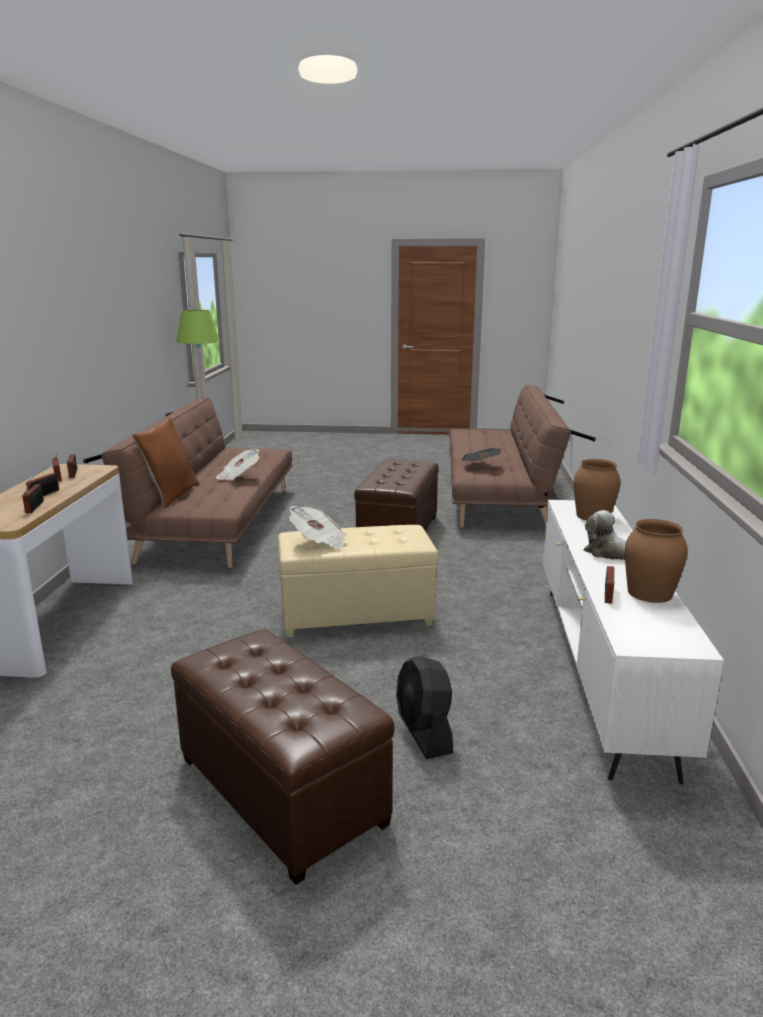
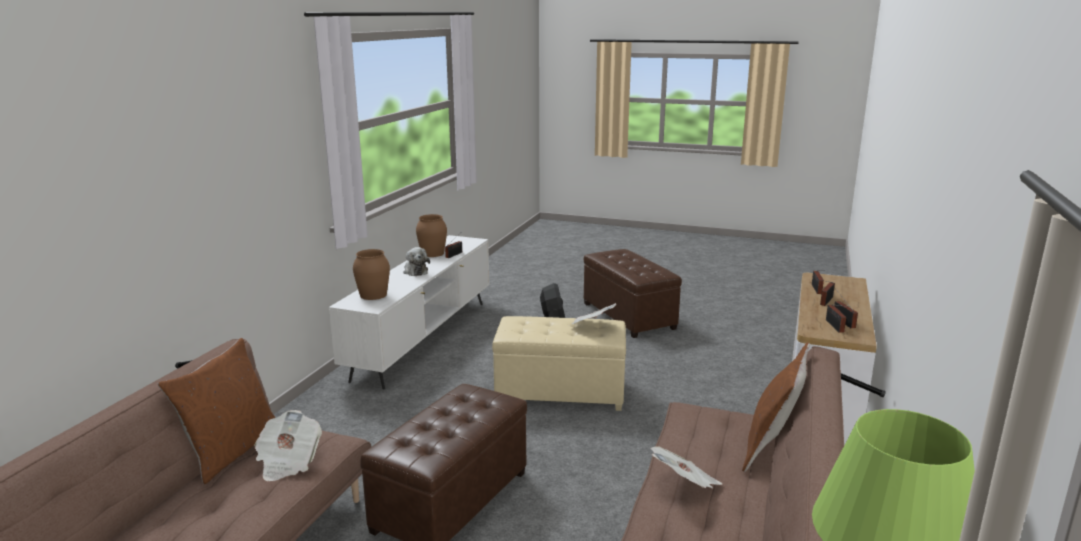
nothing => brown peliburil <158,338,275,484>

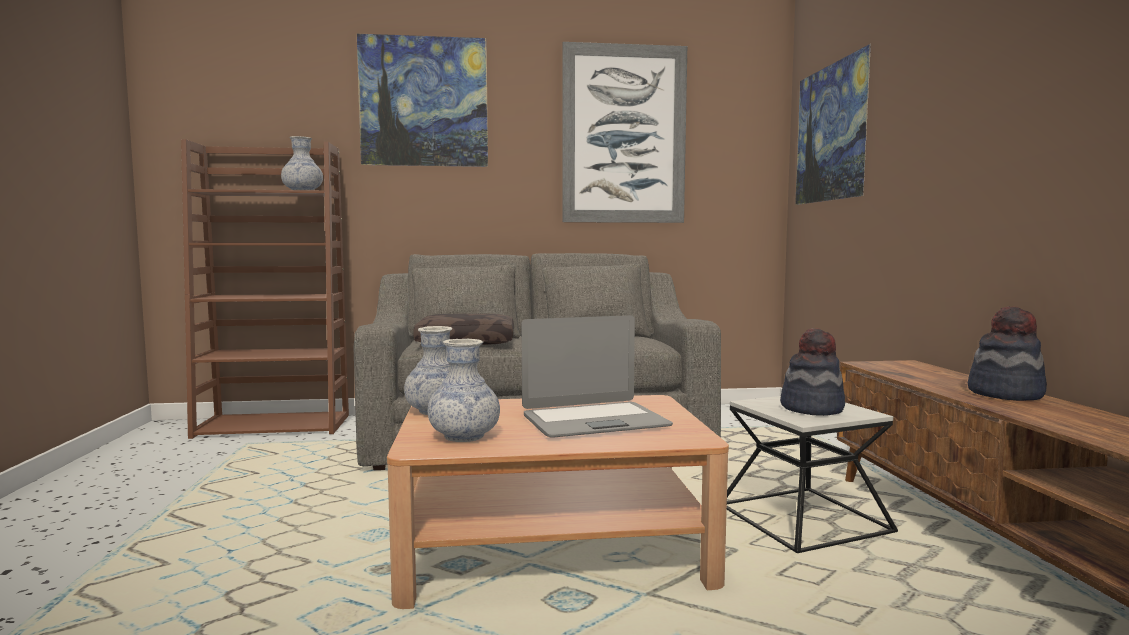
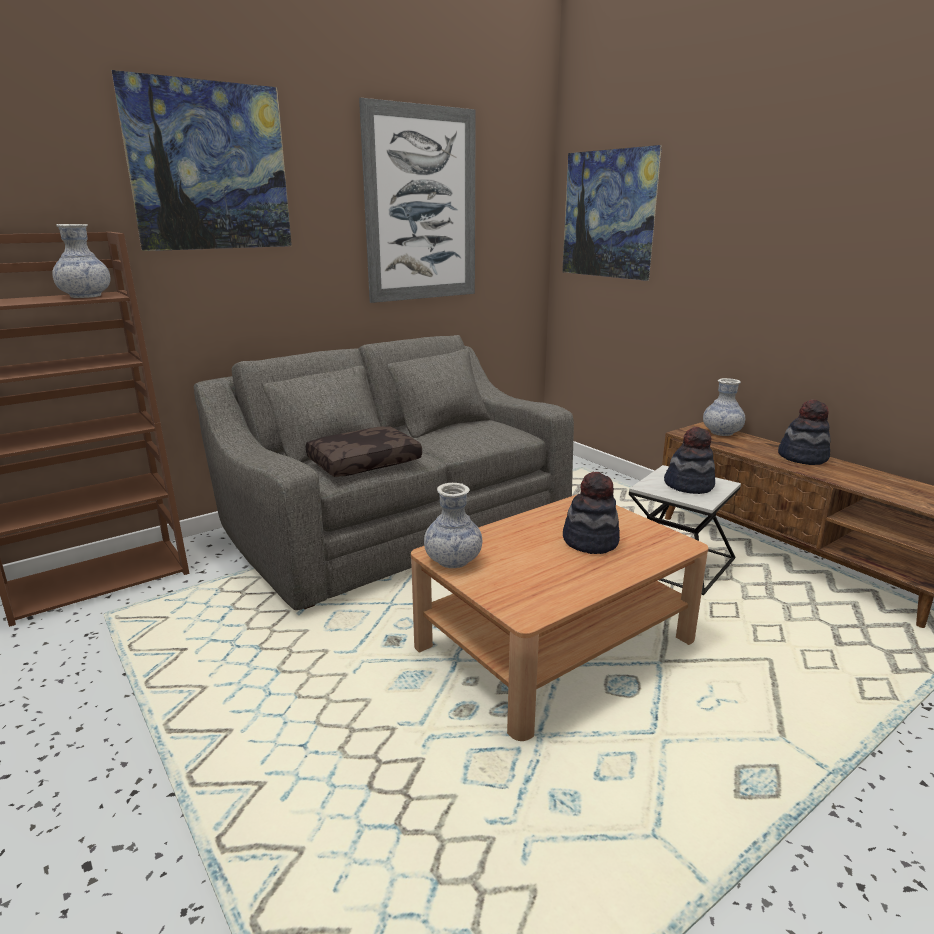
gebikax <428,339,500,442> => gebikax <703,378,745,436>, shifted
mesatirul <522,315,673,438> => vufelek <563,472,620,554>

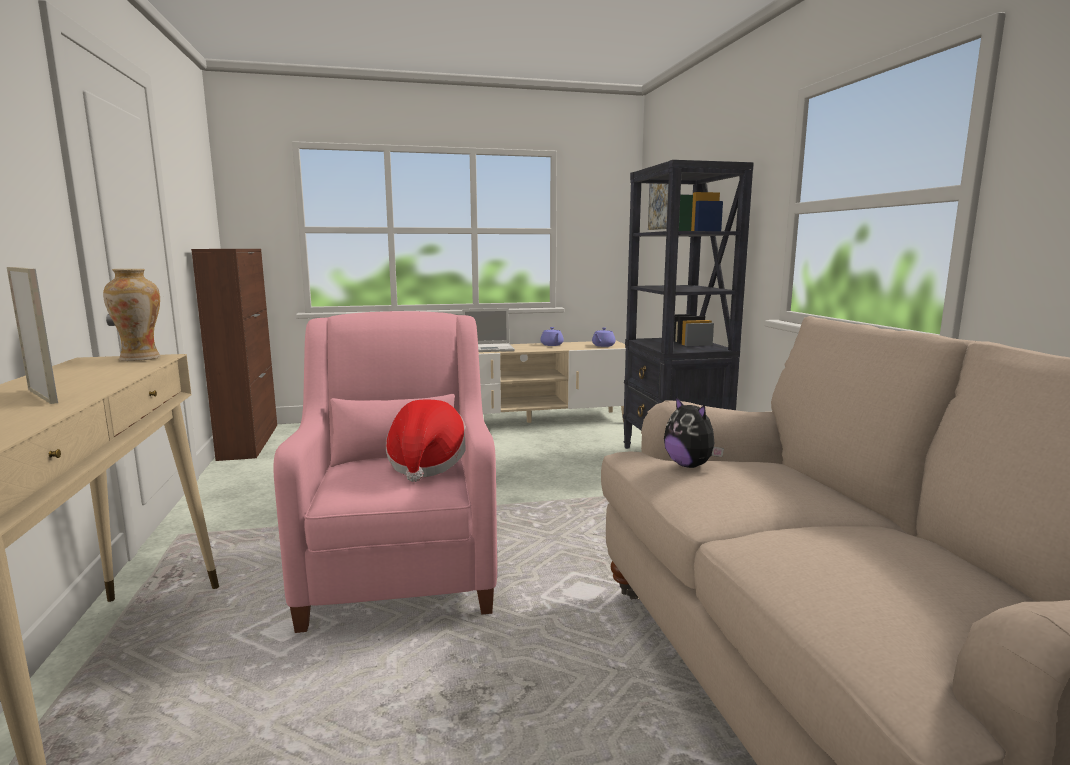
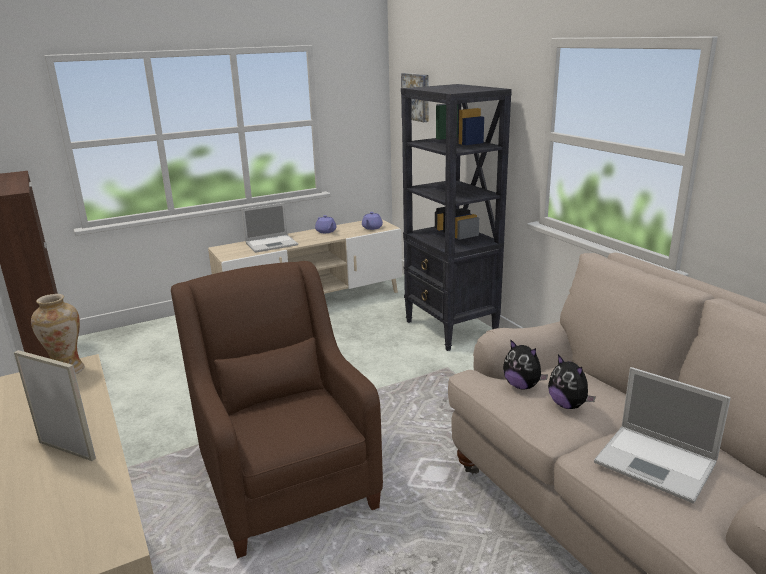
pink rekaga <274,311,497,633> => brown rekaga <171,261,383,558>
vufelek <386,400,466,482> => nothing
nothing => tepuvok <548,354,596,409>
nothing => mesatirul <594,367,731,504>

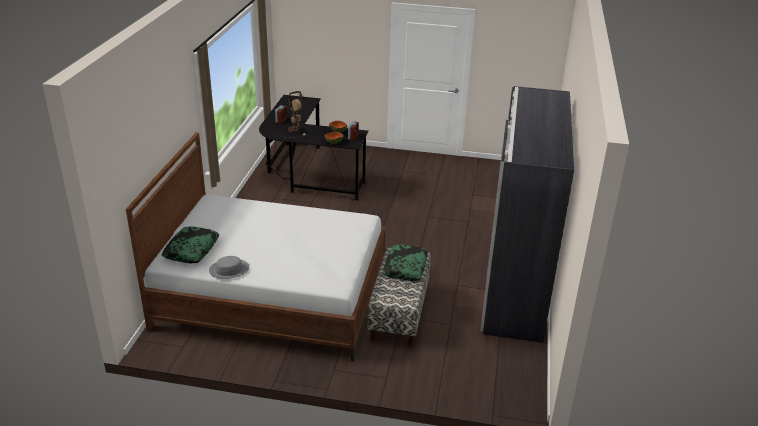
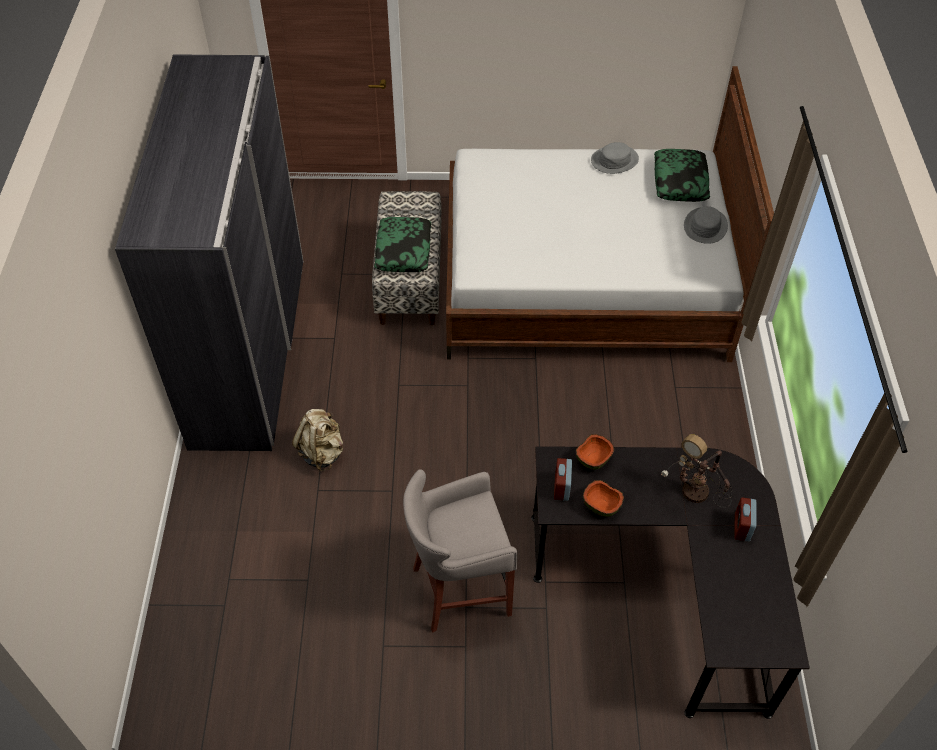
nothing => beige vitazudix <292,409,343,471>
nothing => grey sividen <403,469,517,633>
nothing => grey vufelek <684,206,728,244>

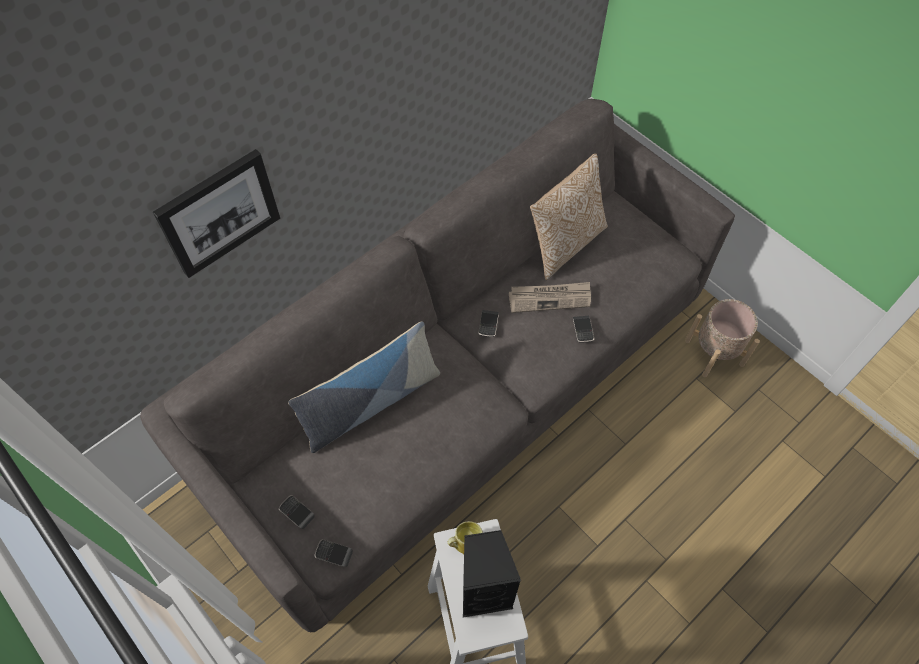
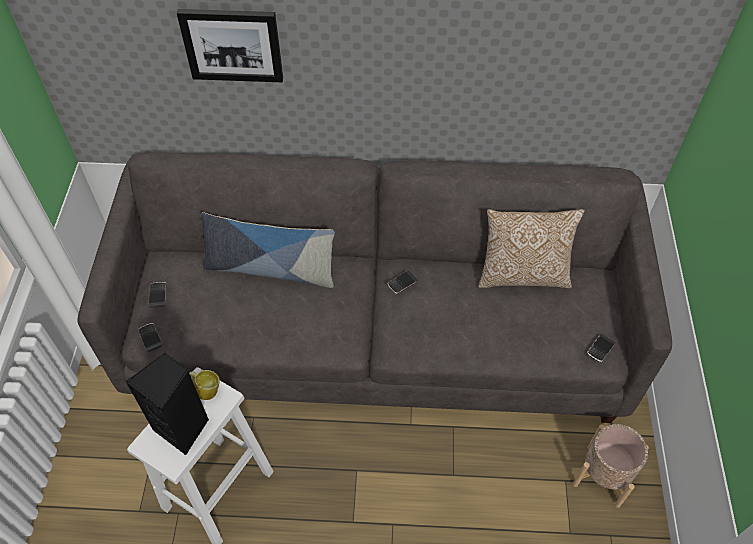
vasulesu <509,282,591,313> => nothing
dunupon <573,316,594,343> => dunupon <587,334,615,362>, shifted

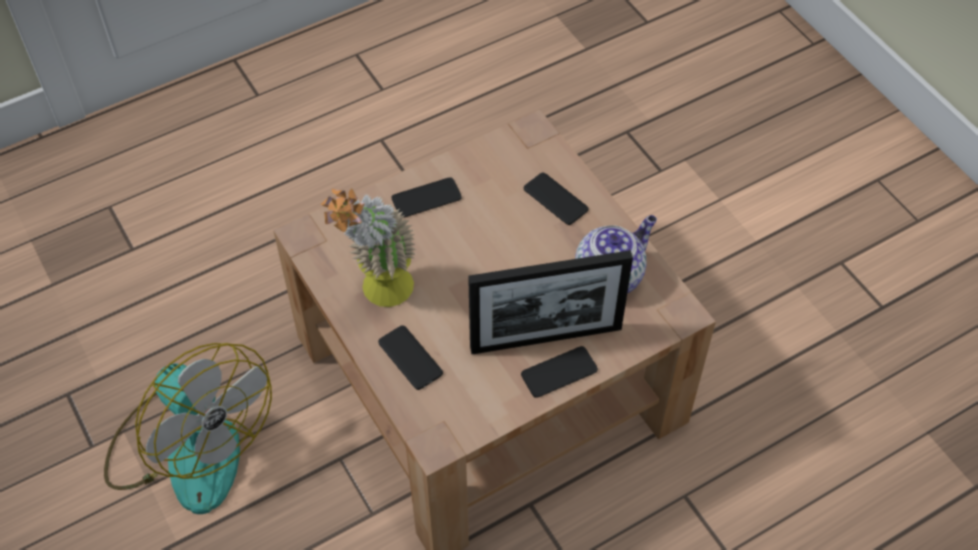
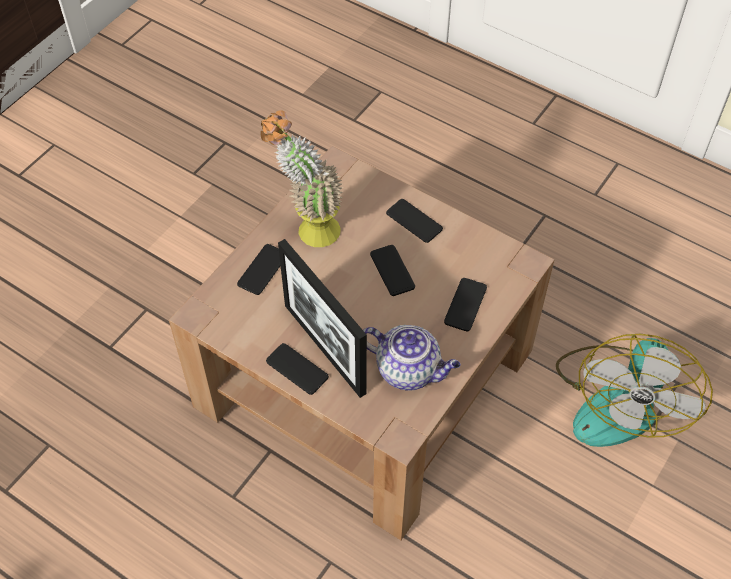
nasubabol <104,343,272,514> => nasubabol <556,334,713,447>, shifted
nothing => dunupon <370,245,415,296>

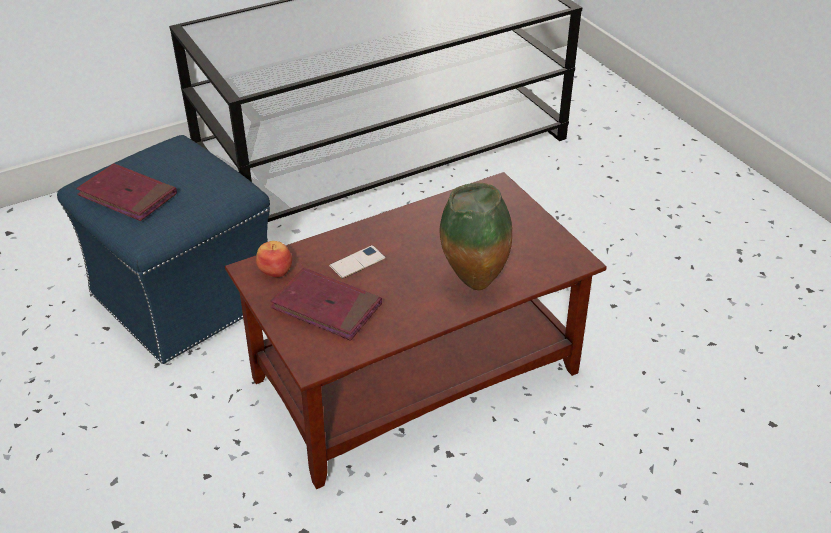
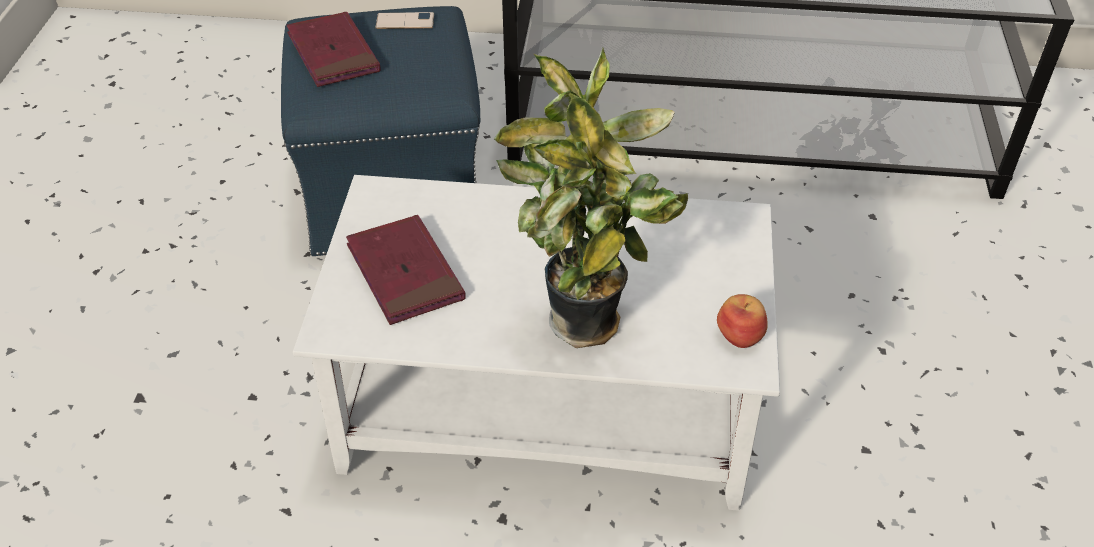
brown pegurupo <225,172,607,489> => white pegurupo <293,175,780,511>
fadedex <256,241,292,277> => fadedex <717,294,768,348>, shifted
dunupon <329,245,386,279> => dunupon <376,12,434,29>, shifted
gebikax <440,183,512,290> => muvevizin <494,48,688,348>

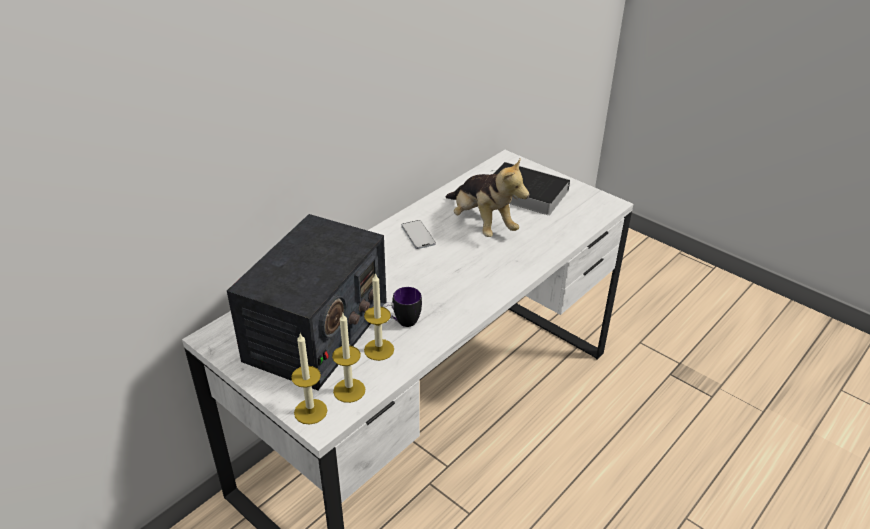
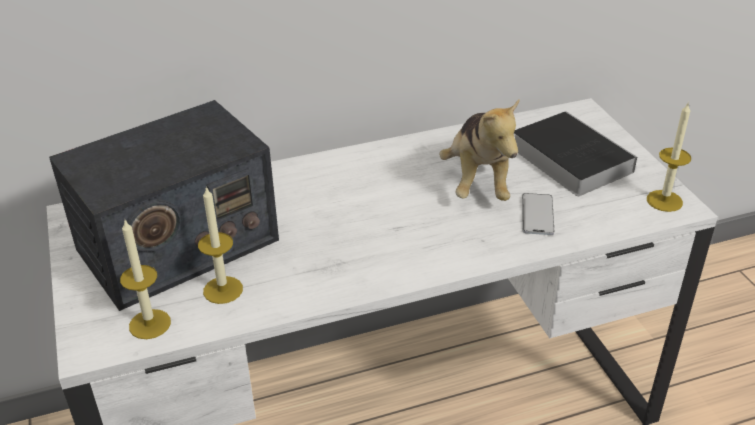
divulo <291,333,327,424> => divulo <647,103,691,212>, shifted
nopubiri <382,287,422,327> => nothing
dunupon <401,220,436,249> => dunupon <522,193,554,235>, shifted

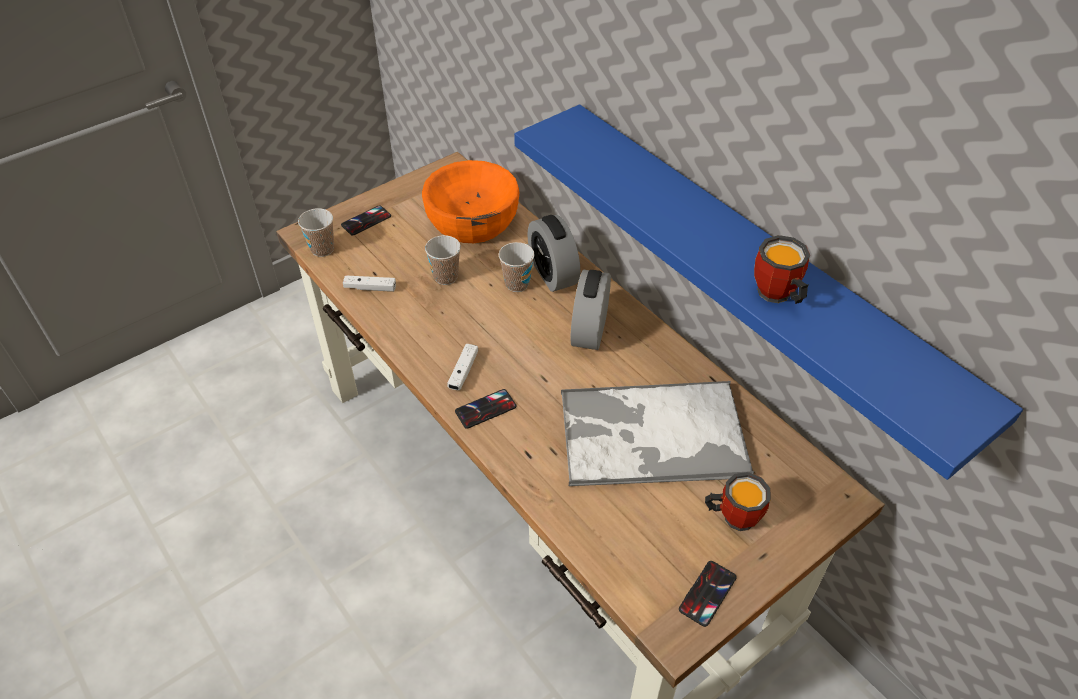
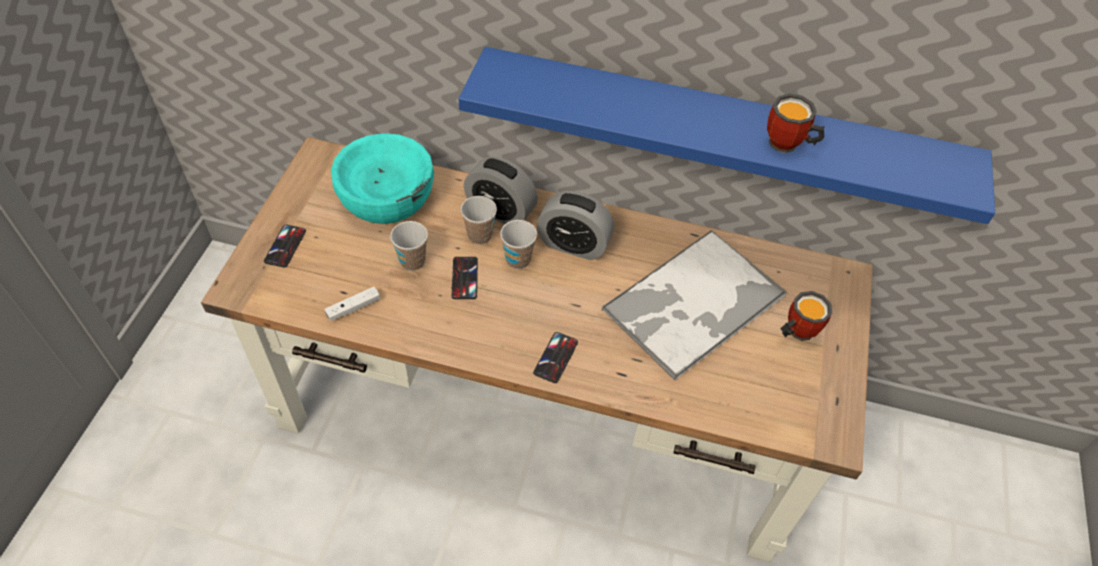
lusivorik <298,208,334,257> => lusivorik <500,220,537,269>, shifted
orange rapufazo <422,160,519,243> => turquoise rapufazo <331,133,434,224>
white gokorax <447,344,478,390> => nothing
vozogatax <571,270,611,350> => vozogatax <537,191,614,260>, 45 degrees counterclockwise
dunupon <679,561,737,627> => dunupon <452,257,478,299>, shifted

